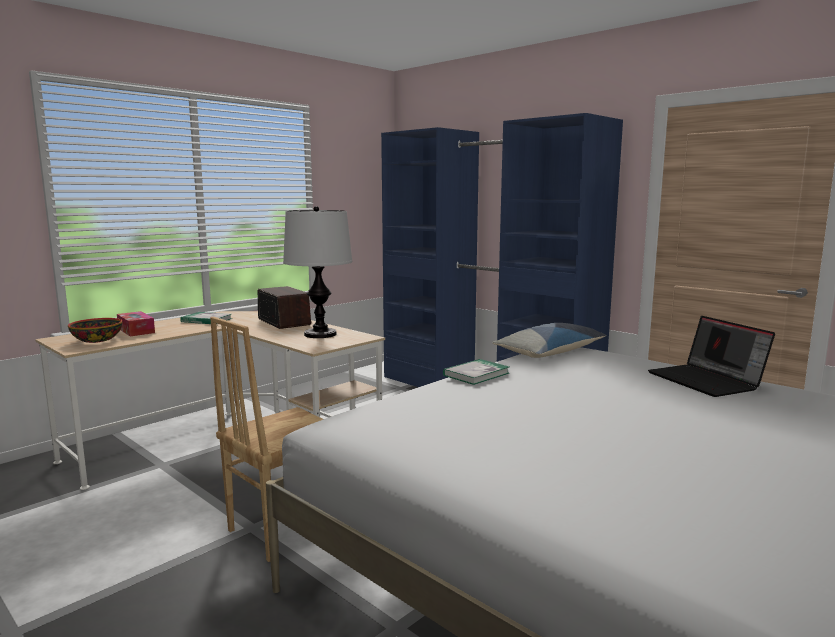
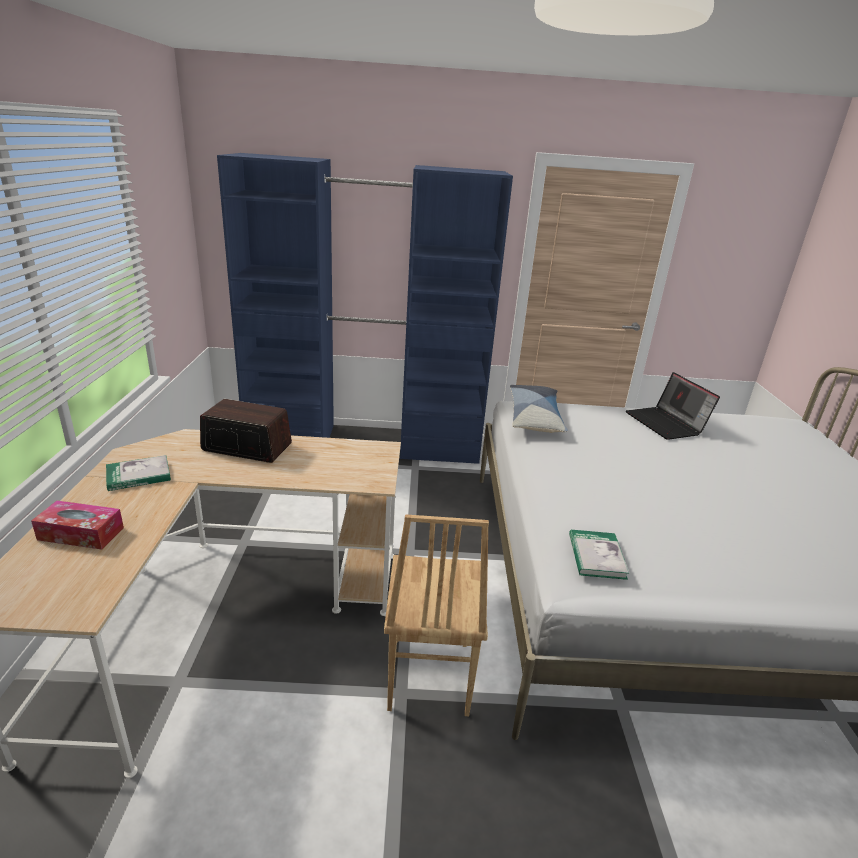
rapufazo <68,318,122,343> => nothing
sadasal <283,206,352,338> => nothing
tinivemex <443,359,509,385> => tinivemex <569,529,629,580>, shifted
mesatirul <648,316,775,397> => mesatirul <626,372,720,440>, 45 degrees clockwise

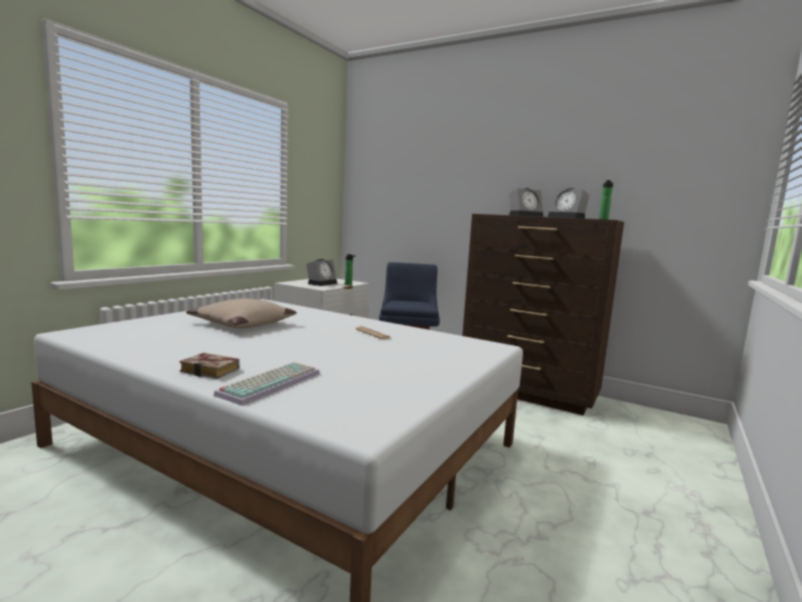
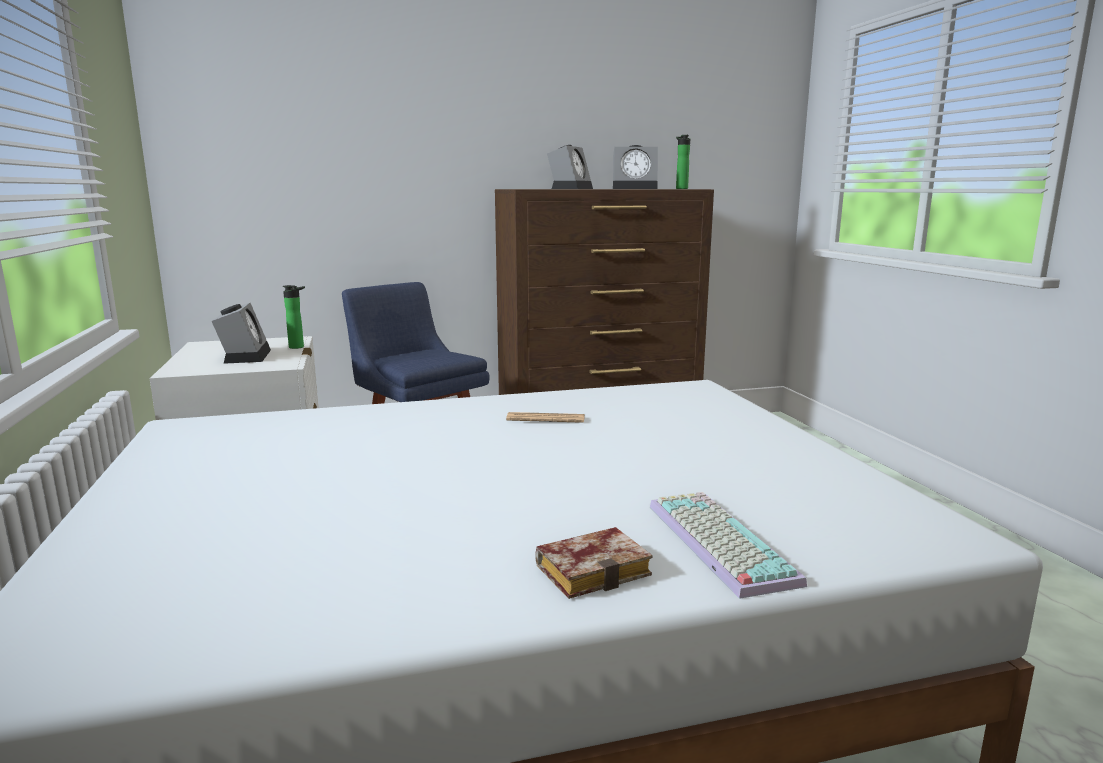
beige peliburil <186,298,297,328> => nothing

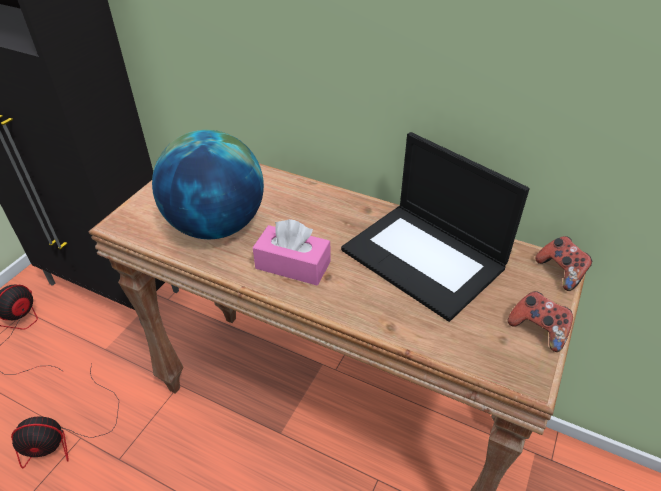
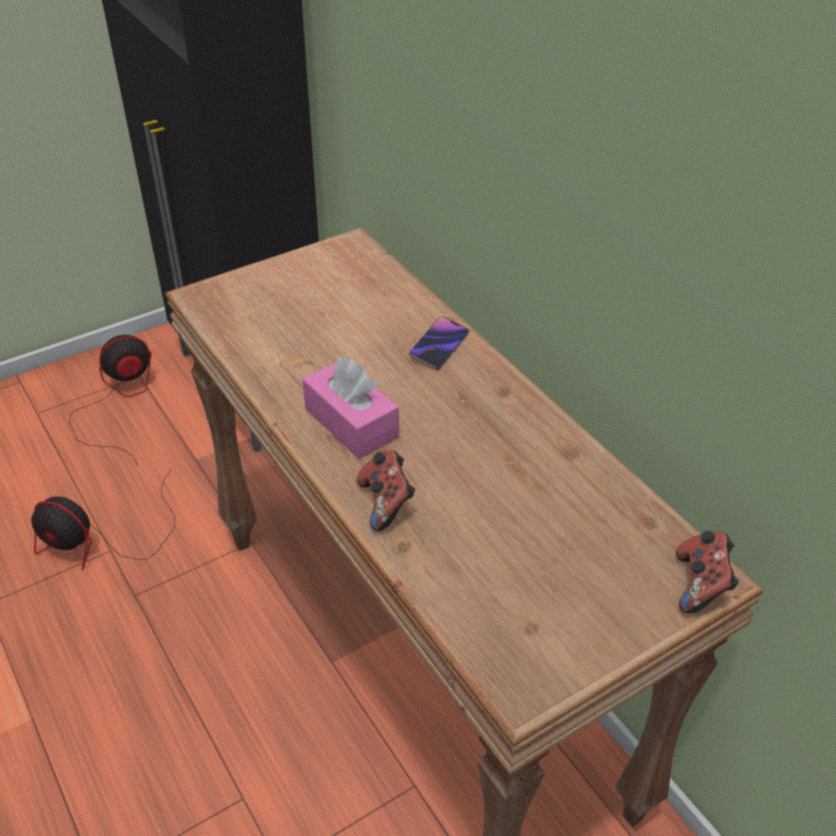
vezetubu <152,130,264,239> => nothing
mesatirul <341,132,530,322> => nothing
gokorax <508,291,573,352> => gokorax <357,450,415,532>, shifted
nothing => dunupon <409,316,469,370>

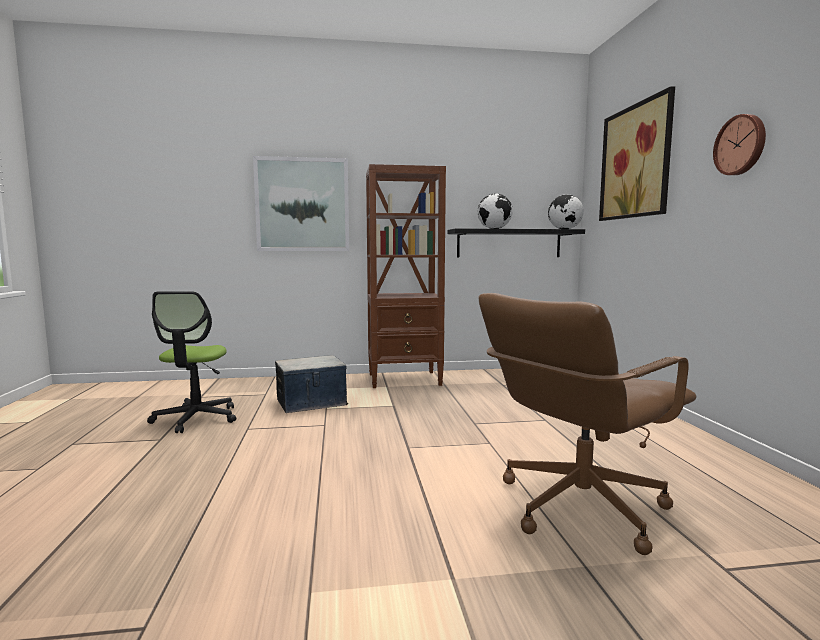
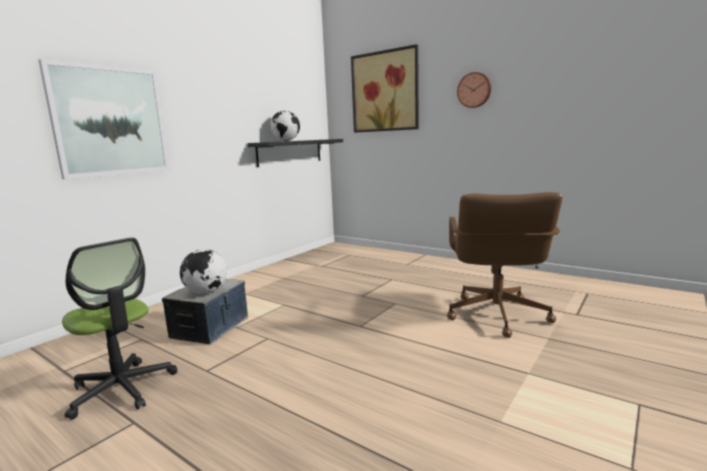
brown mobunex <366,164,446,388> => nothing
vezetubu <548,195,584,229> => vezetubu <180,249,227,294>, shifted

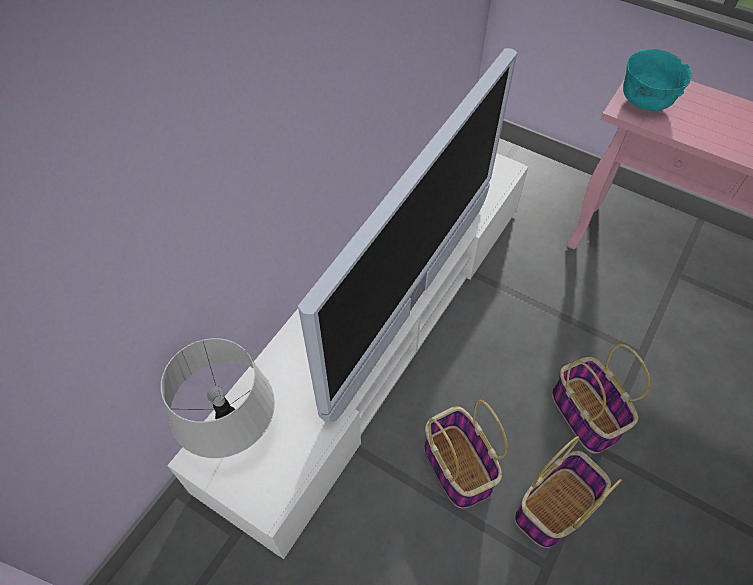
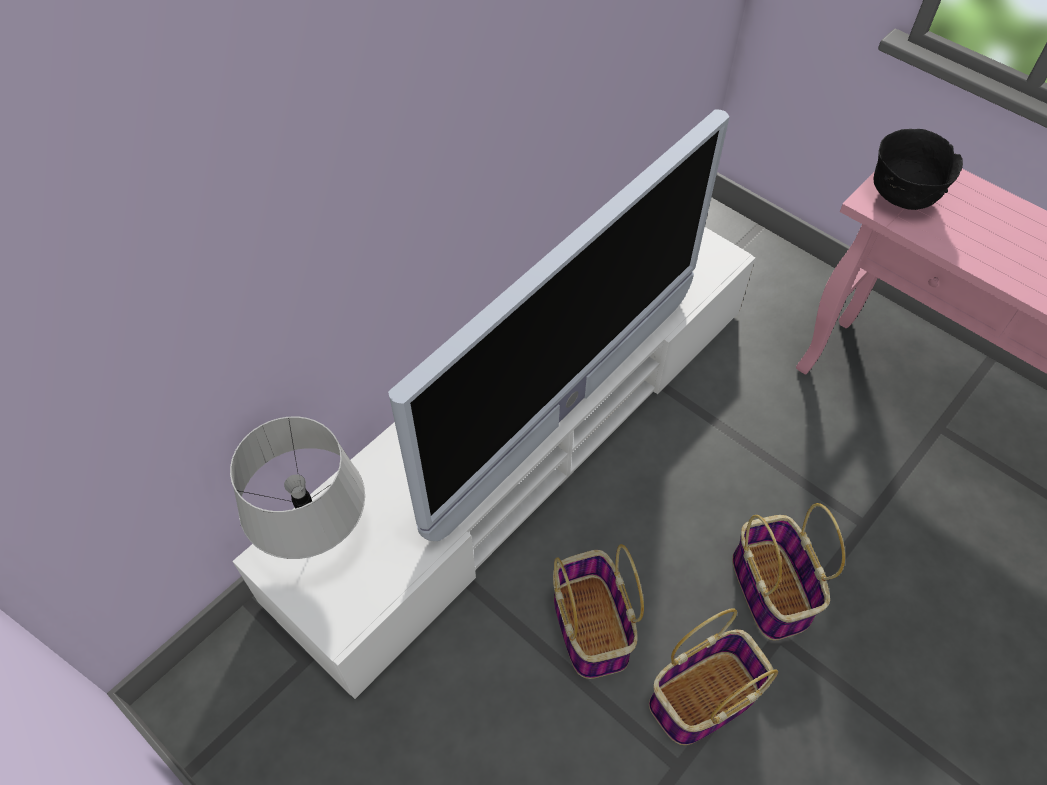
turquoise rapufazo <623,49,692,111> => black rapufazo <873,129,963,210>

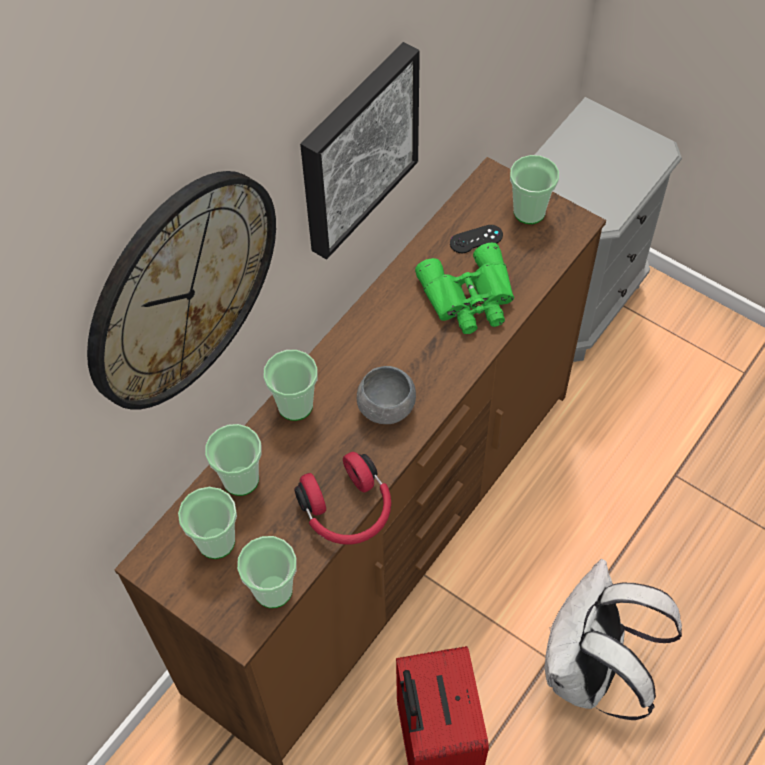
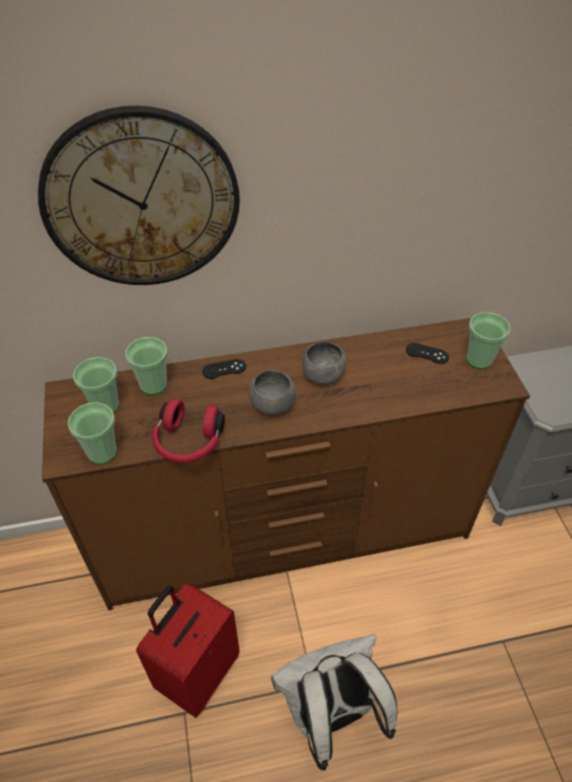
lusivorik <263,350,318,421> => black gokorax <202,359,246,379>
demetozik <300,42,420,259> => nothing
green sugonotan <415,243,514,334> => nothing
nothing => grey rapufazo <302,341,346,385>

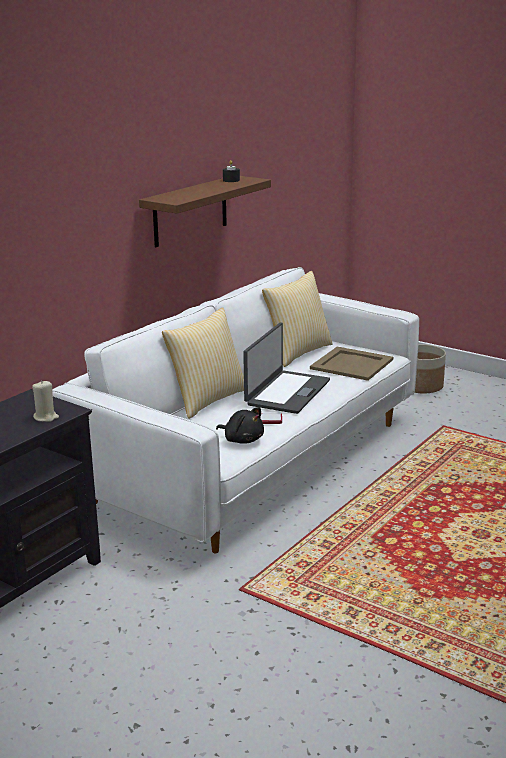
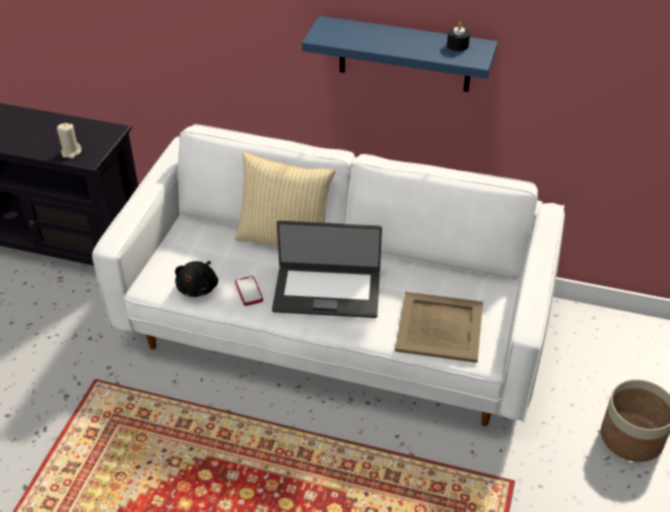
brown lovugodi <139,176,271,247> => blue lovugodi <302,16,498,92>
peliburil <262,271,333,367> => nothing

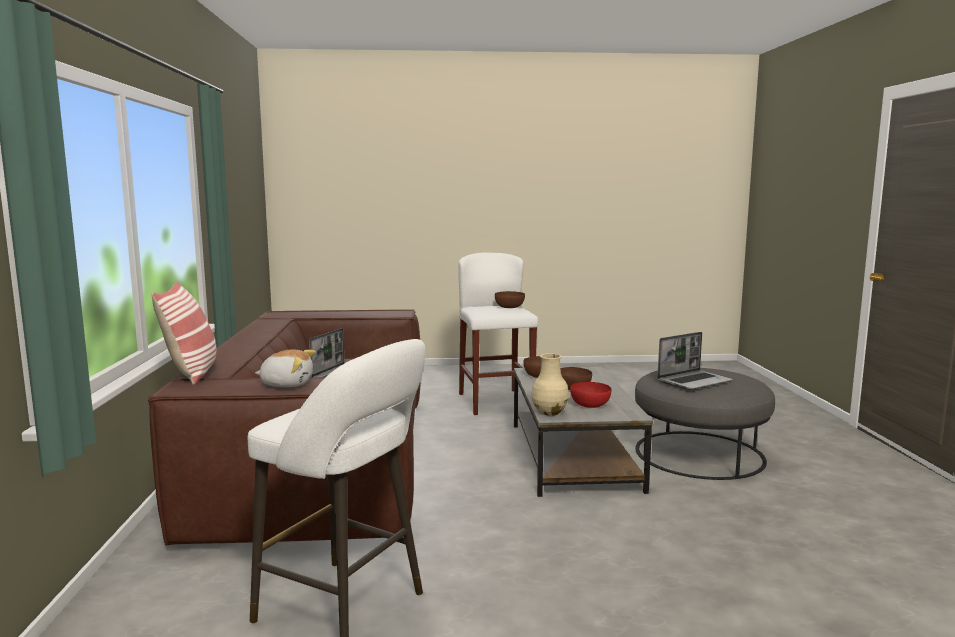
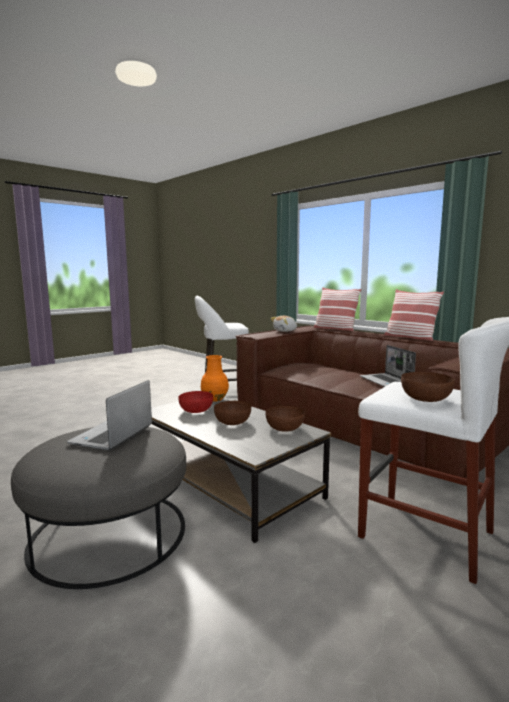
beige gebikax <531,353,569,416> => orange gebikax <201,355,229,402>
nothing => peliburil <384,289,444,341>

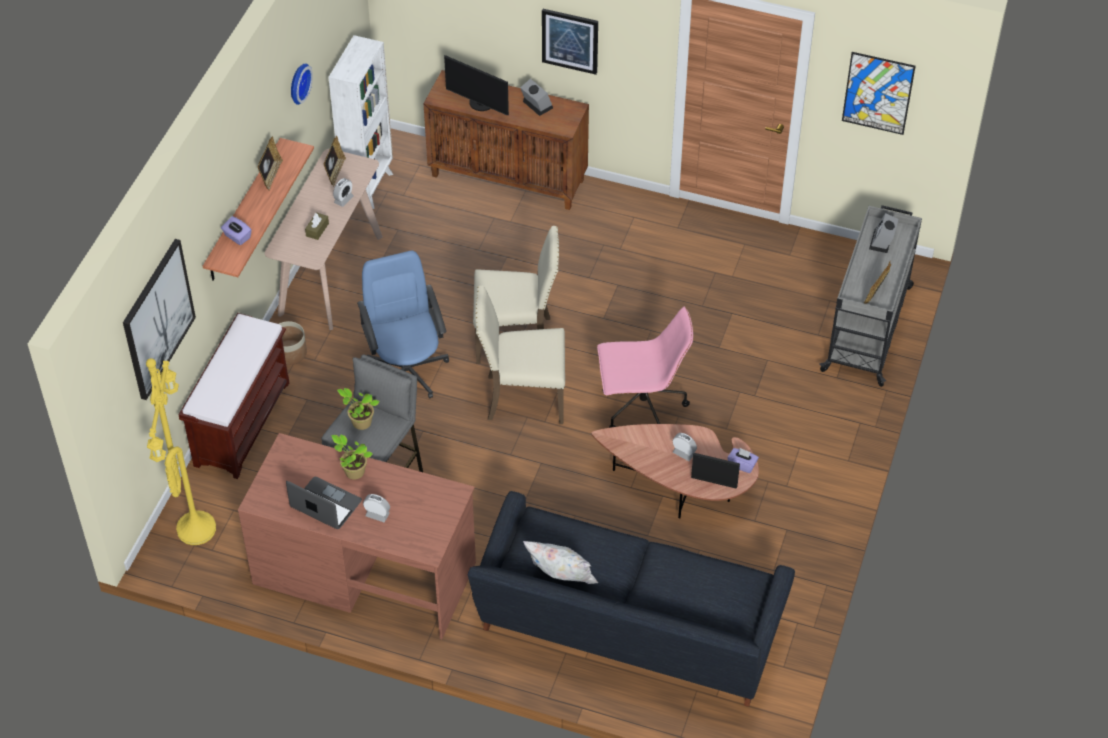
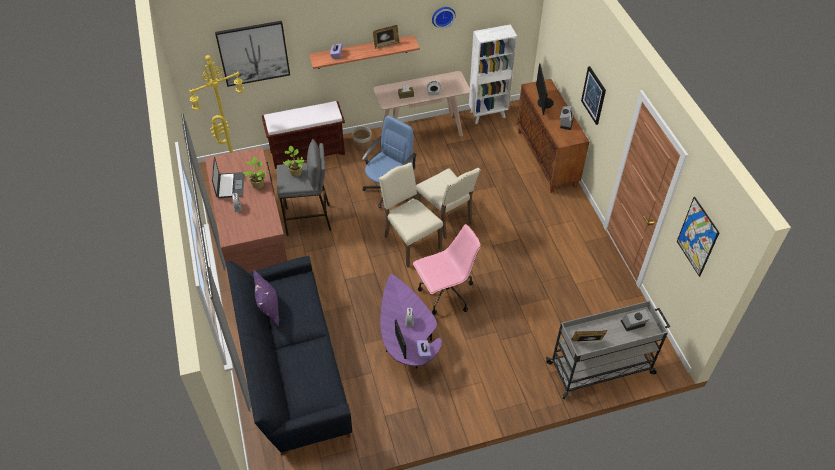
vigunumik <323,136,346,186> => nothing
white peliburil <523,541,598,584> => purple peliburil <253,270,279,326>
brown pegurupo <591,424,759,518> => purple pegurupo <380,274,442,369>
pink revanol <597,307,693,428> => pink revanol <413,224,481,315>, 75 degrees counterclockwise

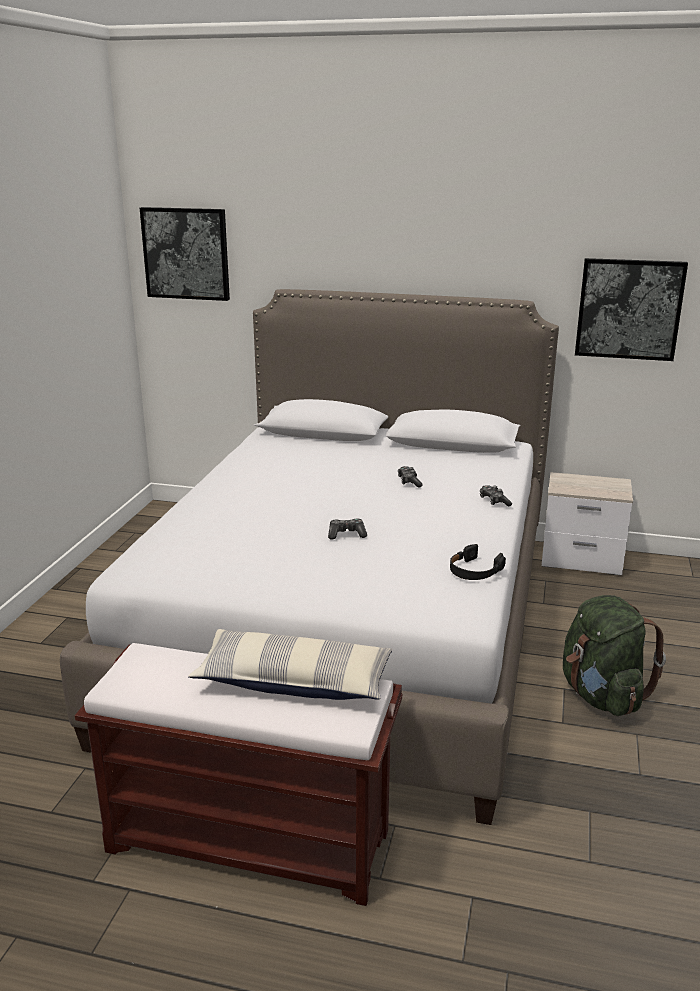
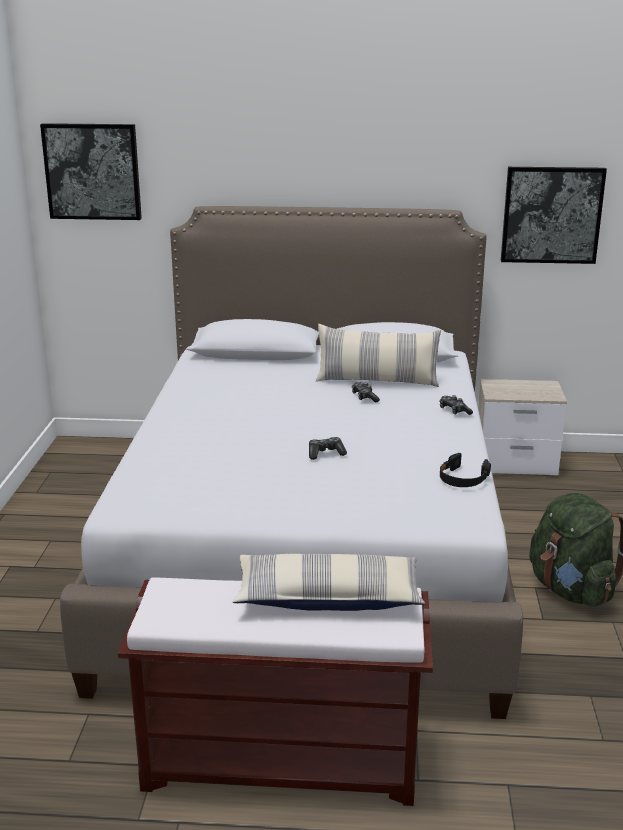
nothing => peliburil <316,324,441,387>

